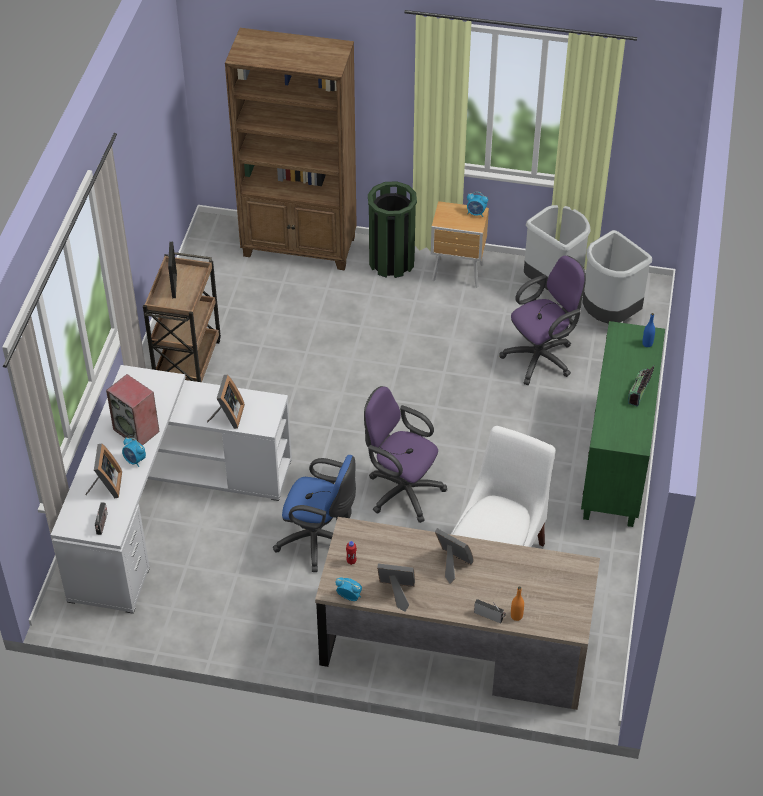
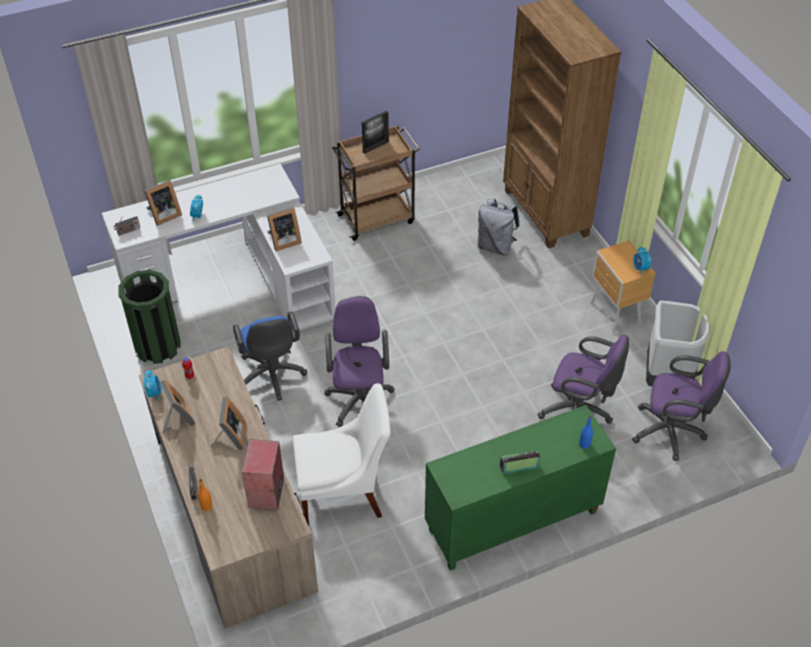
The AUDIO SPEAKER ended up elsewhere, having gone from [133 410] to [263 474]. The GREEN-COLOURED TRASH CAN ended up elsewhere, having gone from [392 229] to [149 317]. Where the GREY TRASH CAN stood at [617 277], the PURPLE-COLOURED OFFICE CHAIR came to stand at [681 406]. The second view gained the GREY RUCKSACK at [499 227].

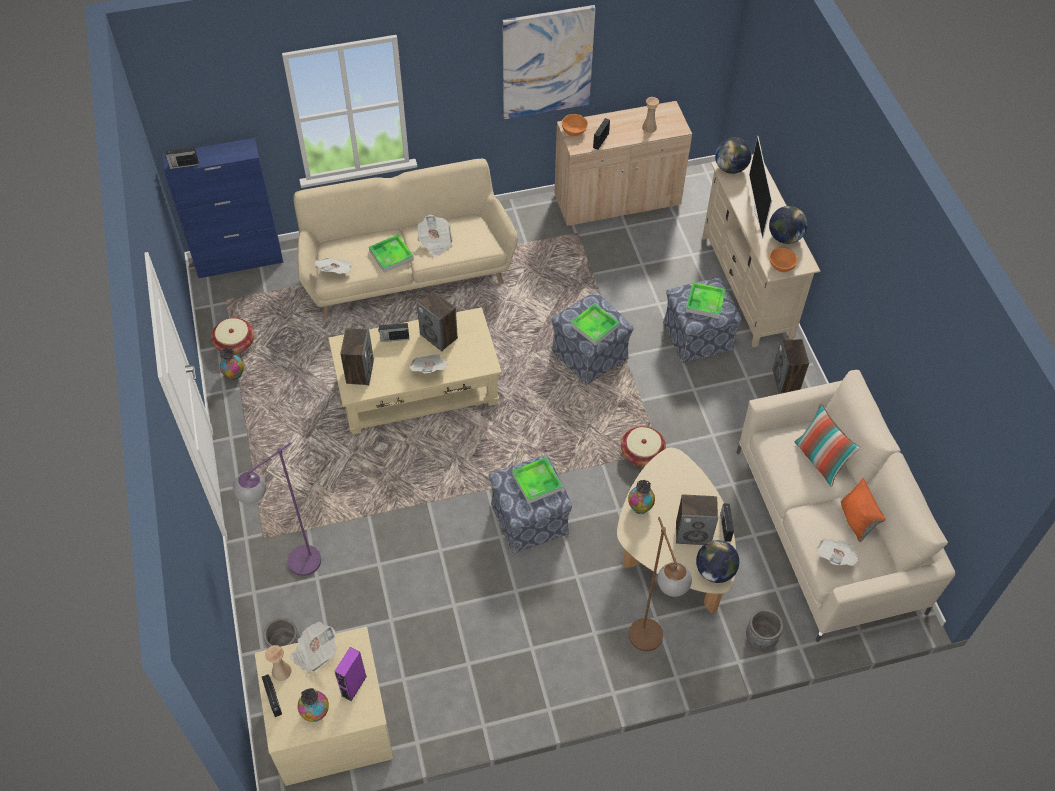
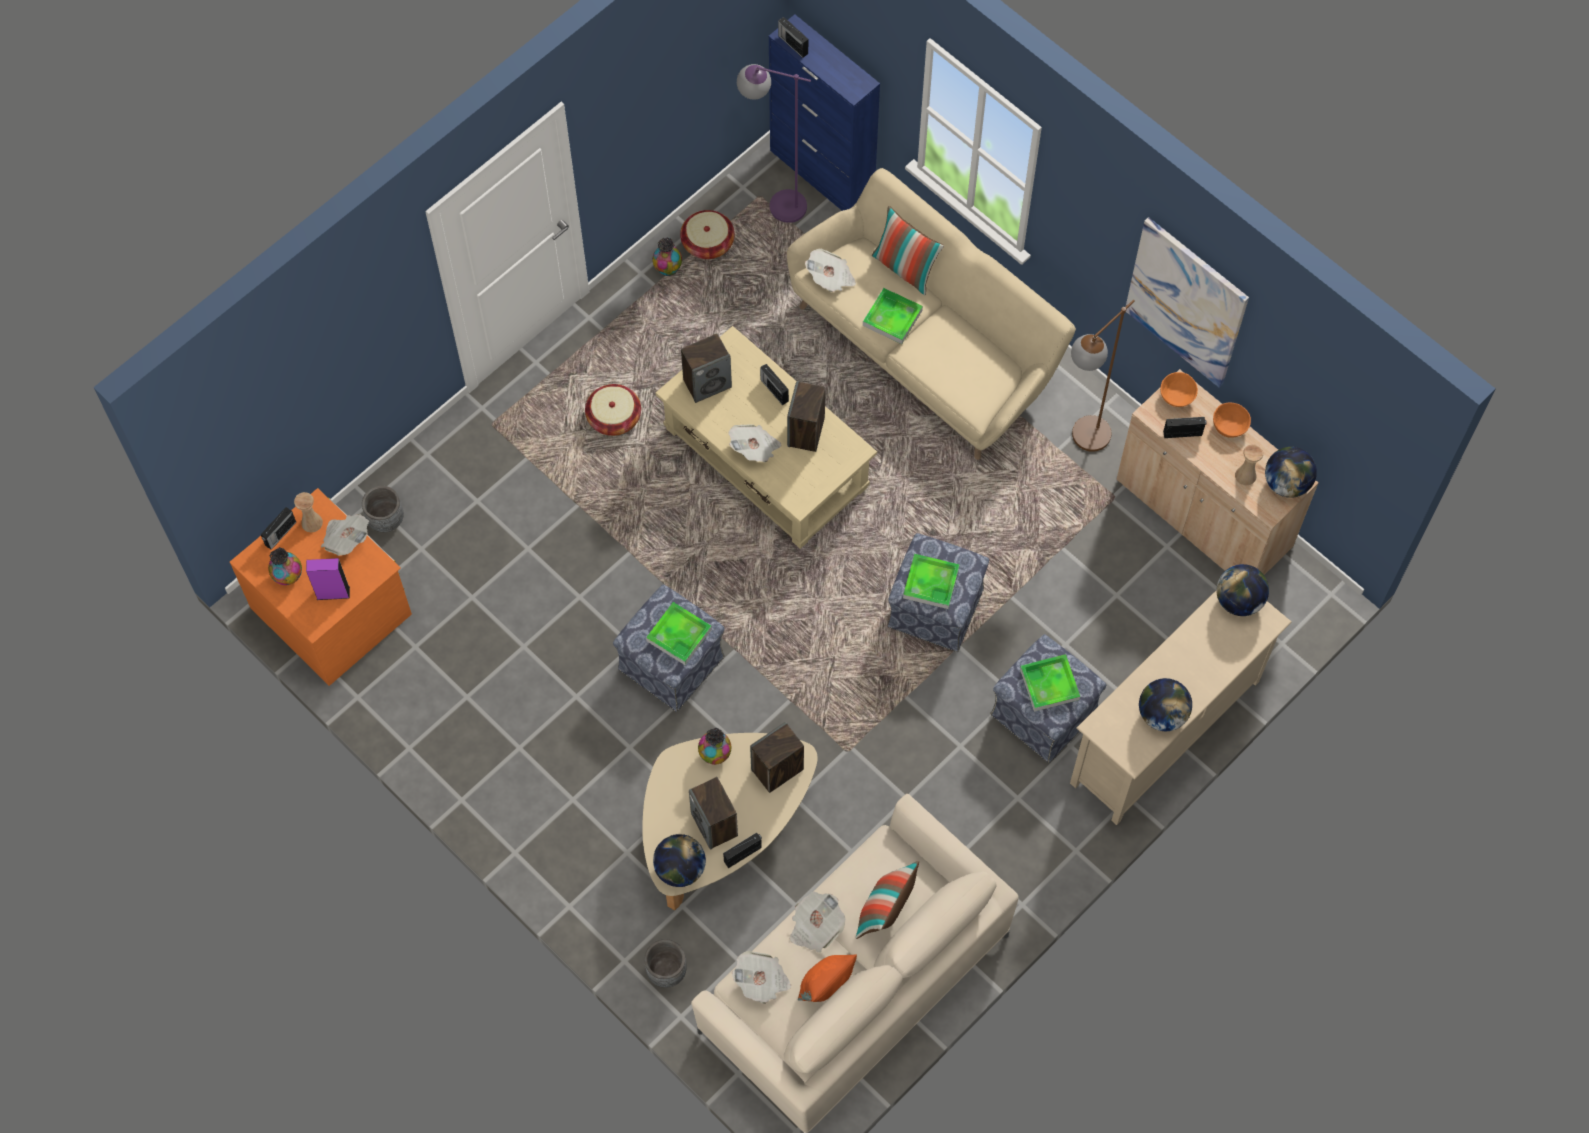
The PURPLE-COLOURED FLOOR LAMP ended up elsewhere, having gone from [277 509] to [774 143]. What was the SAND-COLOURED DRAWER CHEST at [324 706] turned into the ORANGE DRAWER CHEST at [321 587]. The NEWSPAPER ended up elsewhere, having gone from [435 236] to [817 922]. The HOUSEHOLD BASKET ended up elsewhere, having gone from [643 446] to [613 410]. The BROWN FLOOR LAMP ended up elsewhere, having gone from [660 584] to [1103 376]. The second view lost the TV at [760 187]. The ORANGE SERVING BOWL ended up elsewhere, having gone from [783 260] to [1232 420]. The AUDIO SPEAKER ended up elsewhere, having gone from [791 366] to [777 757]. The second view gained the CUSHION at [908 250]. The second view gained the WORLD GLOBE at [1291 472].

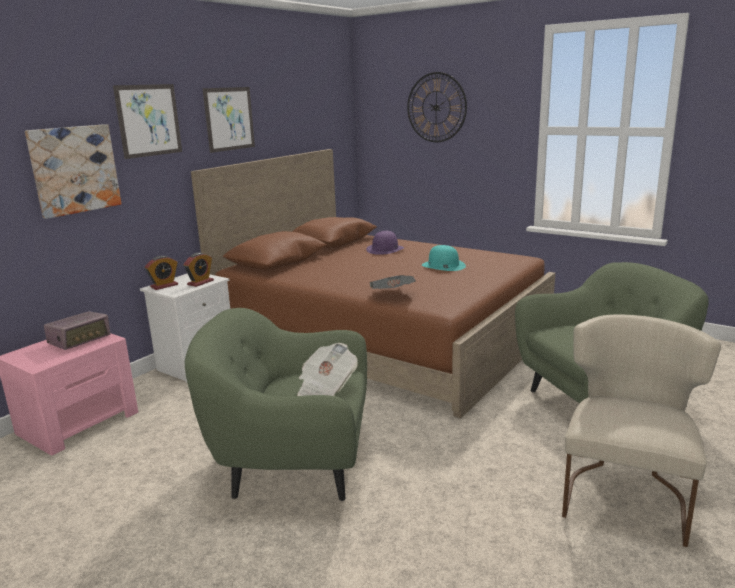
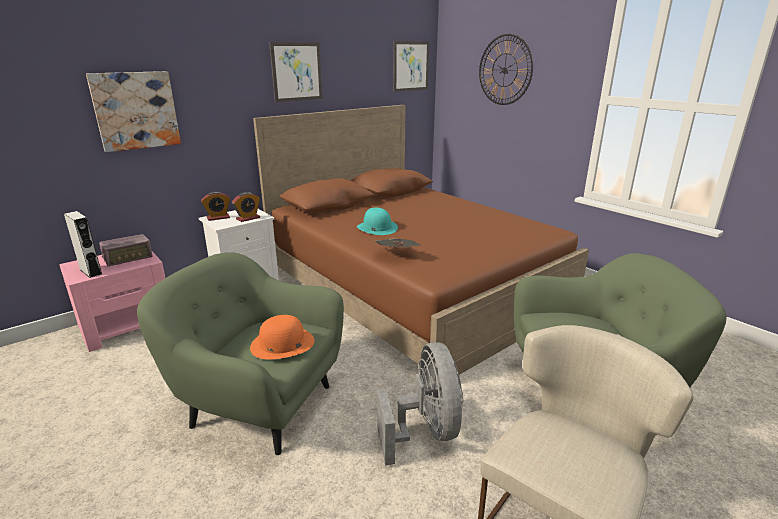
The WALL ART ended up elsewhere, having gone from [147 121] to [411 66]. Where the NEWSPAPER stood at [327 369], the ORANGE WEARABLE HAT came to stand at [282 337]. The second view lost the PURPLE-COLOURED WEARABLE HAT at [385 243]. The BLUE-GREEN WEARABLE HAT ended up elsewhere, having gone from [444 258] to [377 221]. The second view gained the GREY AUDIO SPEAKER at [83 244]. The second view gained the GREY ELECTRIC FAN at [420 404].

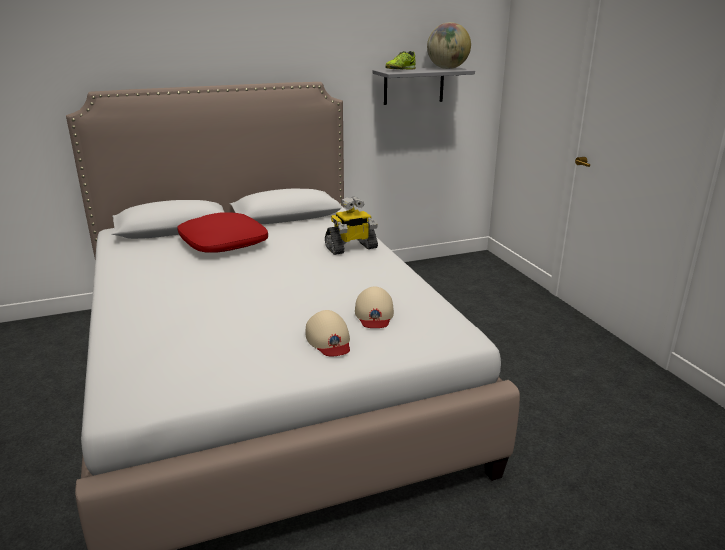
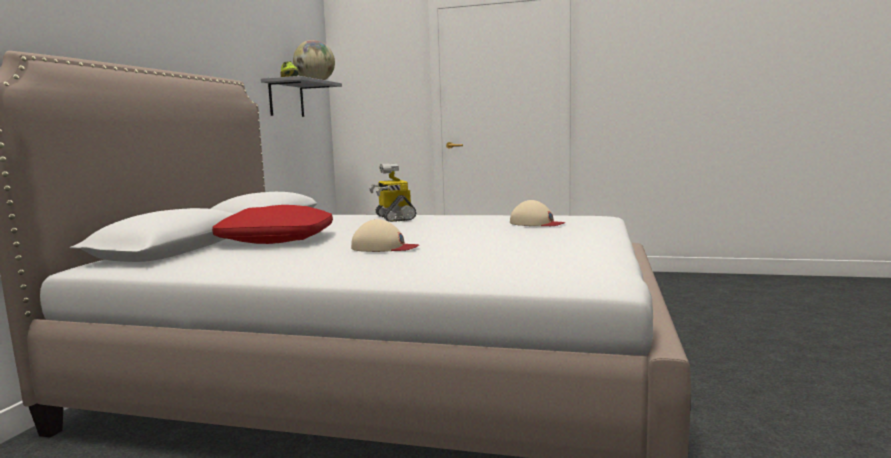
The SAND-COLOURED PEAKED CAP ended up elsewhere, having gone from [328 333] to [385 235]. The MODEL ROBOT at [351 225] ended up facing another way, 150 degrees clockwise from before.

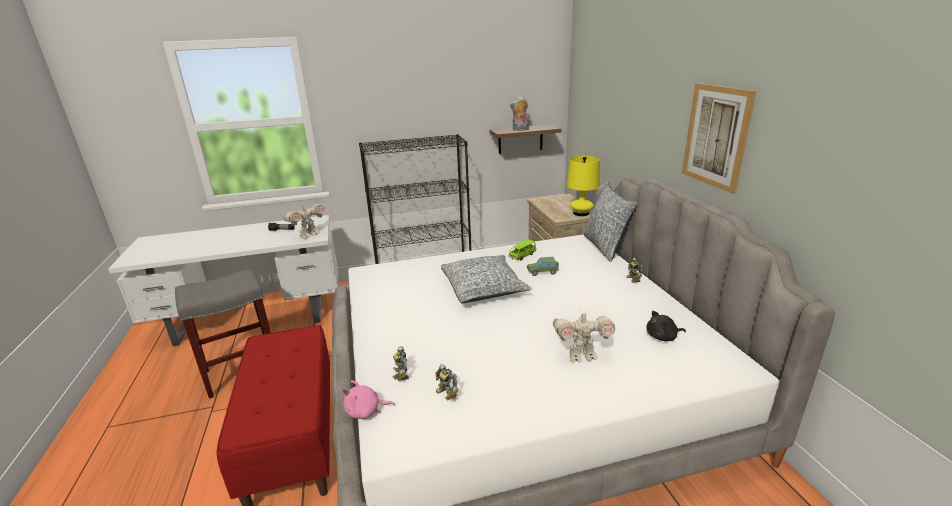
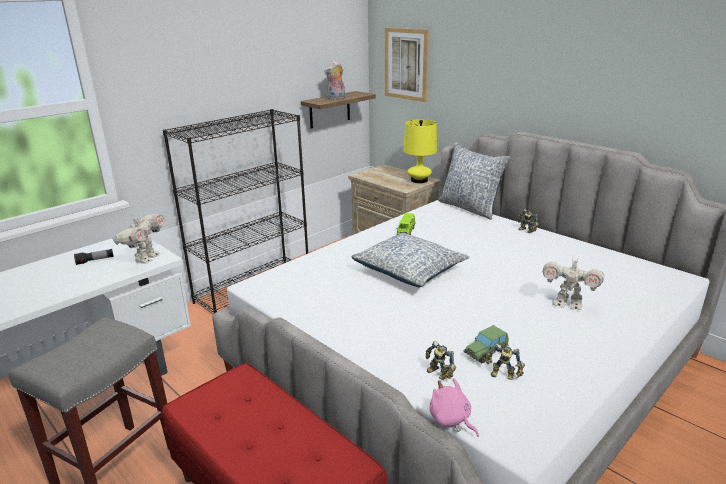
The PINKISH PLUSH TOY at [368 399] ended up facing another way, 90 degrees clockwise from before. The MINIATURE CAR ended up elsewhere, having gone from [543 266] to [486 344]. The MODEL ROBOT at [584 337] ended up facing another way, 60 degrees clockwise from before. The second view lost the BLACKISH PLUSH TOY at [666 326]. The WALL ART ended up elsewhere, having gone from [719 138] to [407 65].

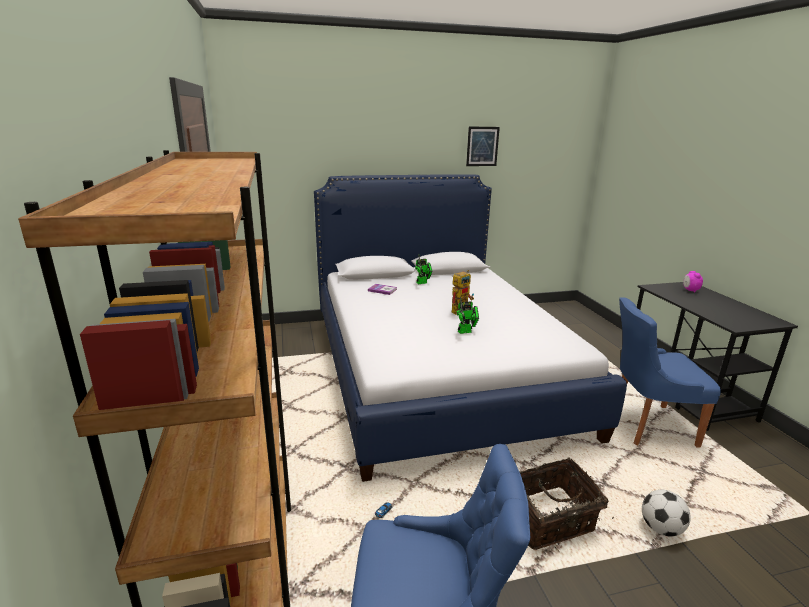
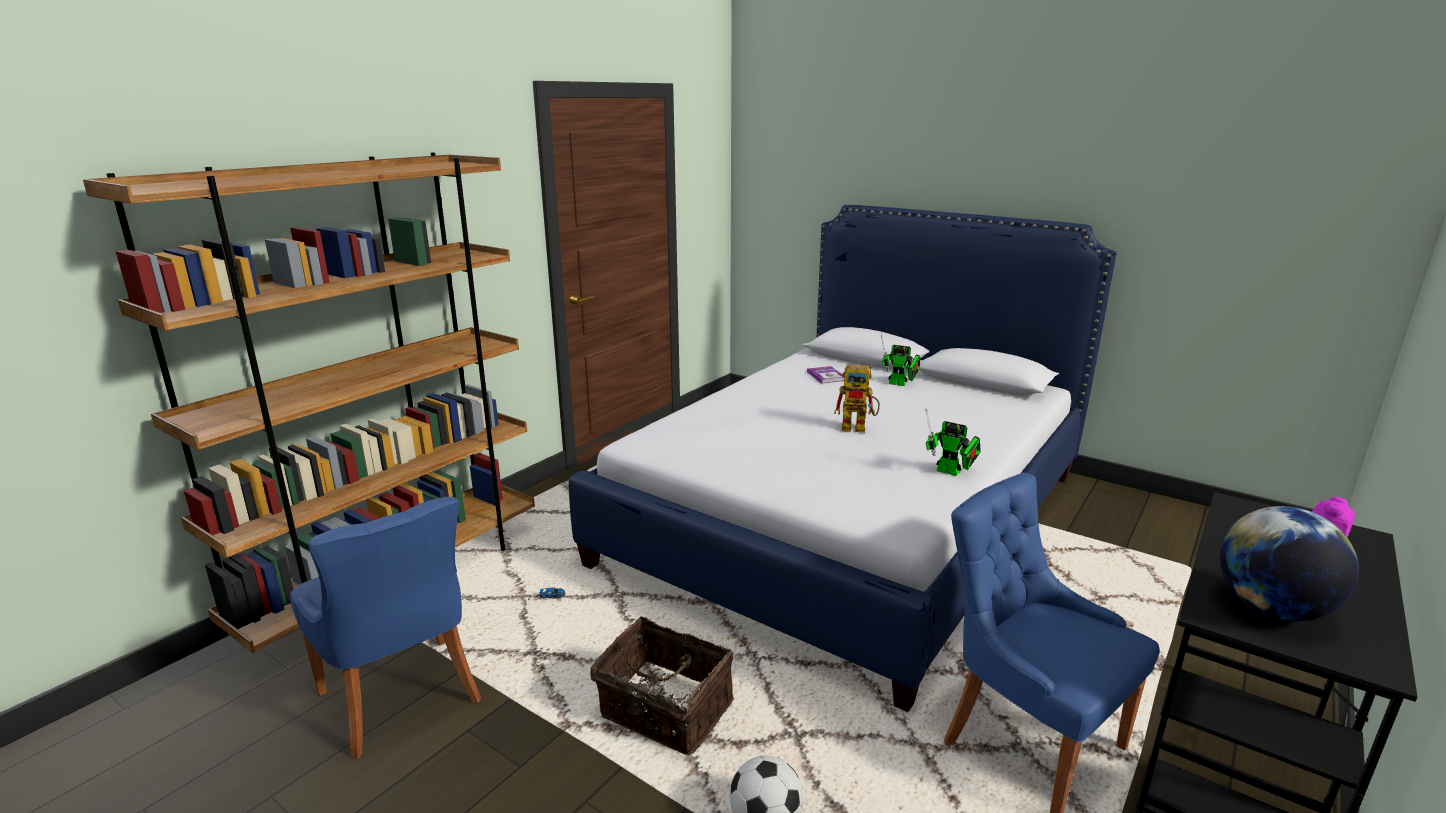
The MODEL ROBOT ended up elsewhere, having gone from [467 315] to [953 442]. The second view lost the WALL ART at [483 146]. The second view gained the WORLD GLOBE at [1289 563].

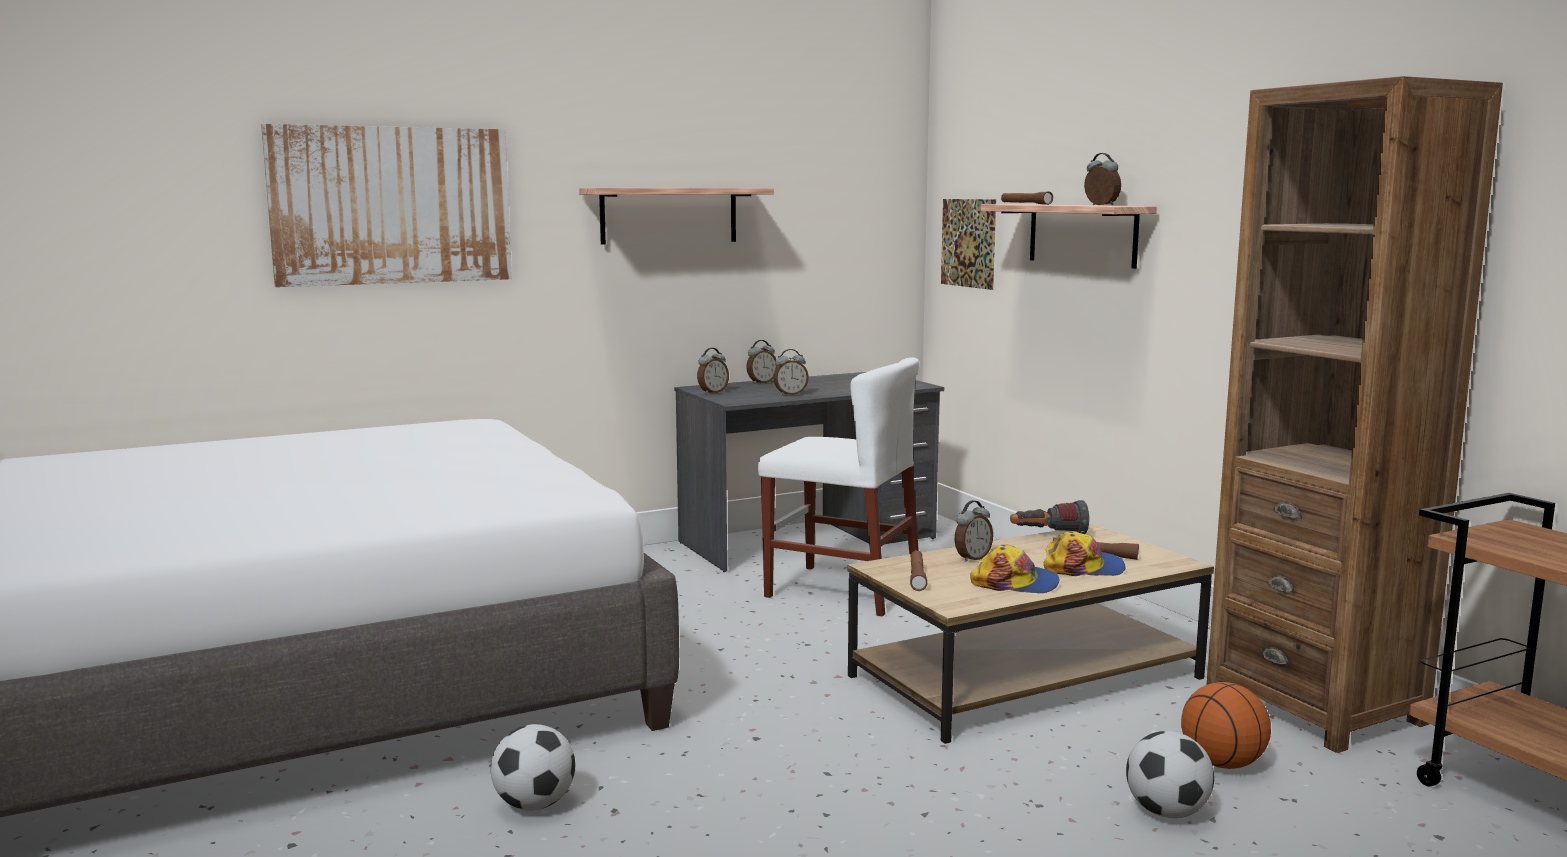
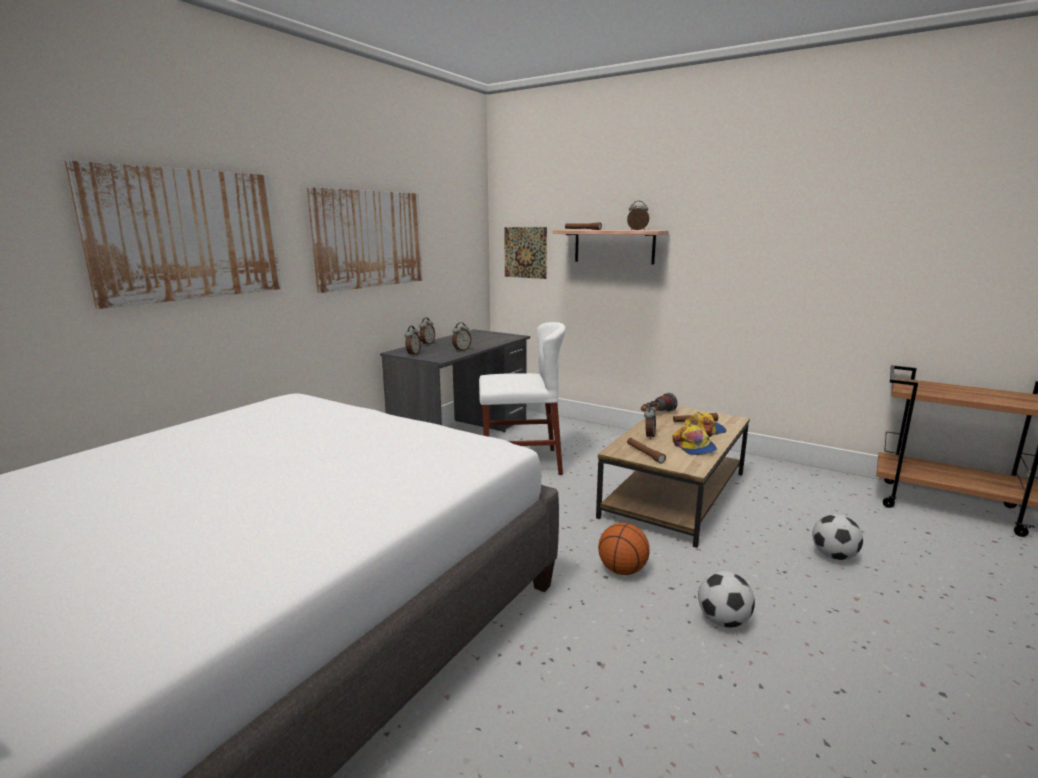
The FOOTBALL ended up elsewhere, having gone from [533 767] to [726 599]. Where the WALL SHELF hung at [676 216], the WALL ART came to hang at [365 240]. The PEAKED CAP at [1014 568] ended up facing another way, 90 degrees clockwise from before. The BASKETBALL BALL ended up elsewhere, having gone from [1226 725] to [624 549]. The second view lost the BROWN SHELVING UNIT at [1355 414].

